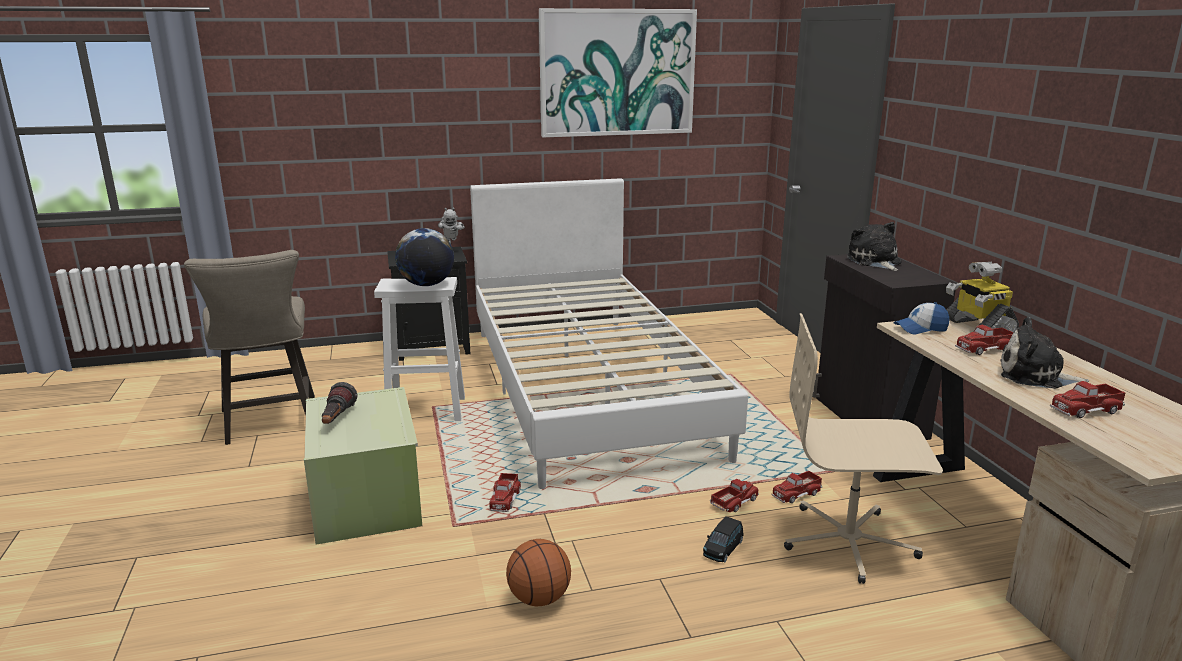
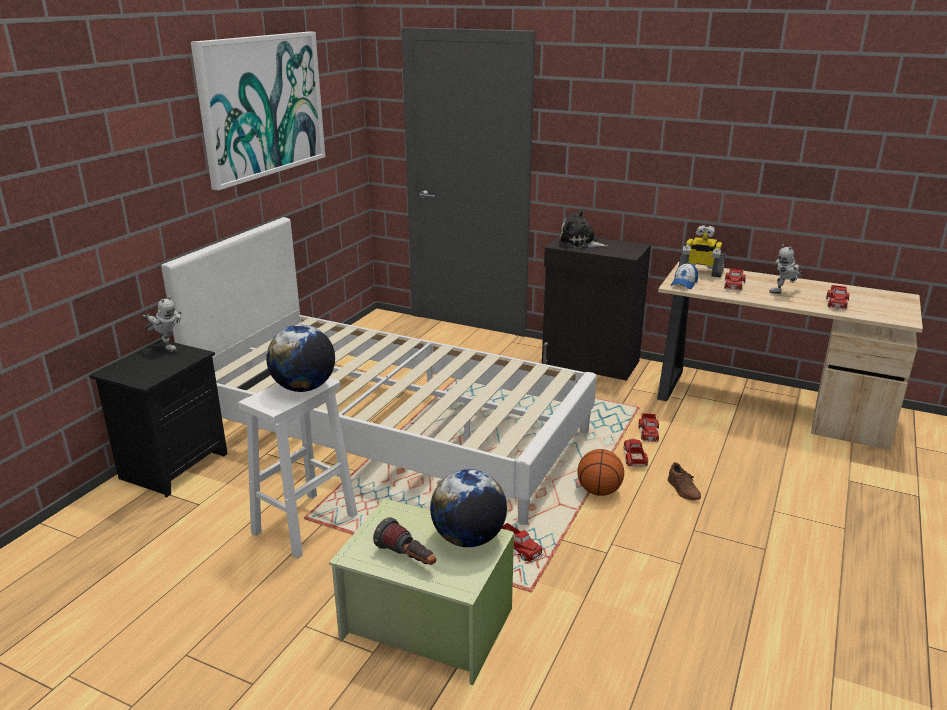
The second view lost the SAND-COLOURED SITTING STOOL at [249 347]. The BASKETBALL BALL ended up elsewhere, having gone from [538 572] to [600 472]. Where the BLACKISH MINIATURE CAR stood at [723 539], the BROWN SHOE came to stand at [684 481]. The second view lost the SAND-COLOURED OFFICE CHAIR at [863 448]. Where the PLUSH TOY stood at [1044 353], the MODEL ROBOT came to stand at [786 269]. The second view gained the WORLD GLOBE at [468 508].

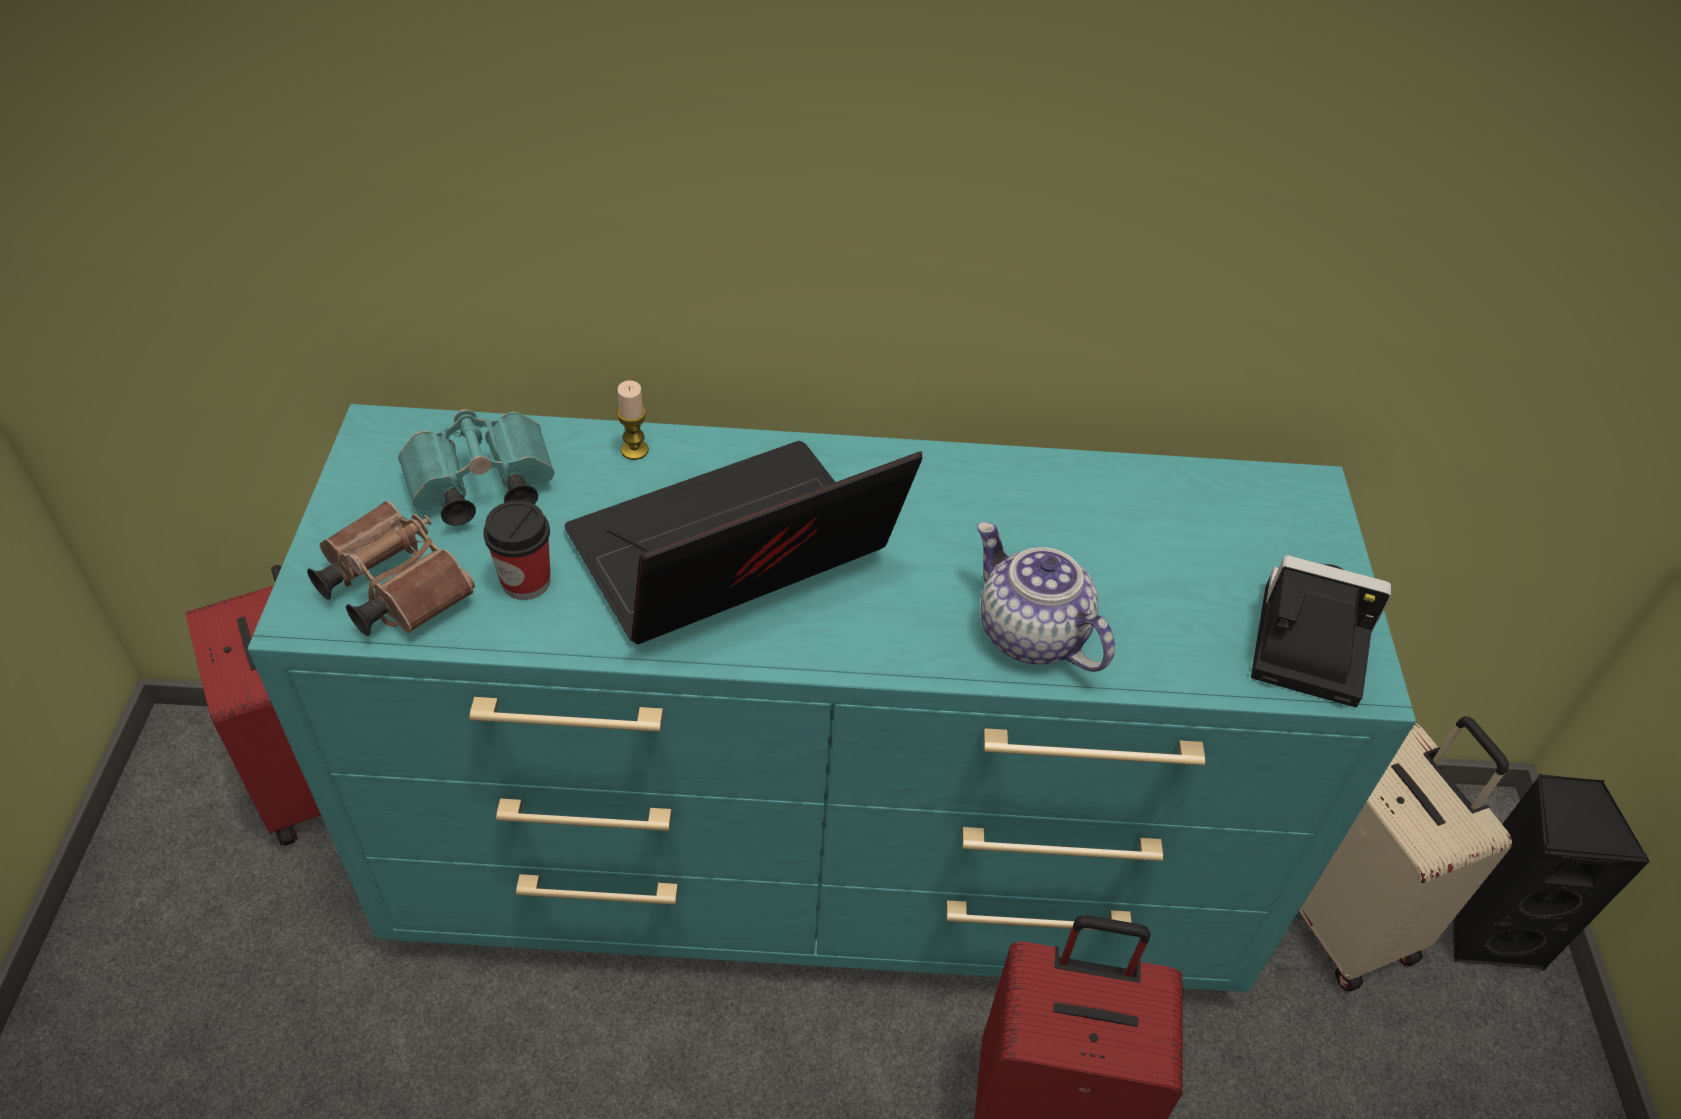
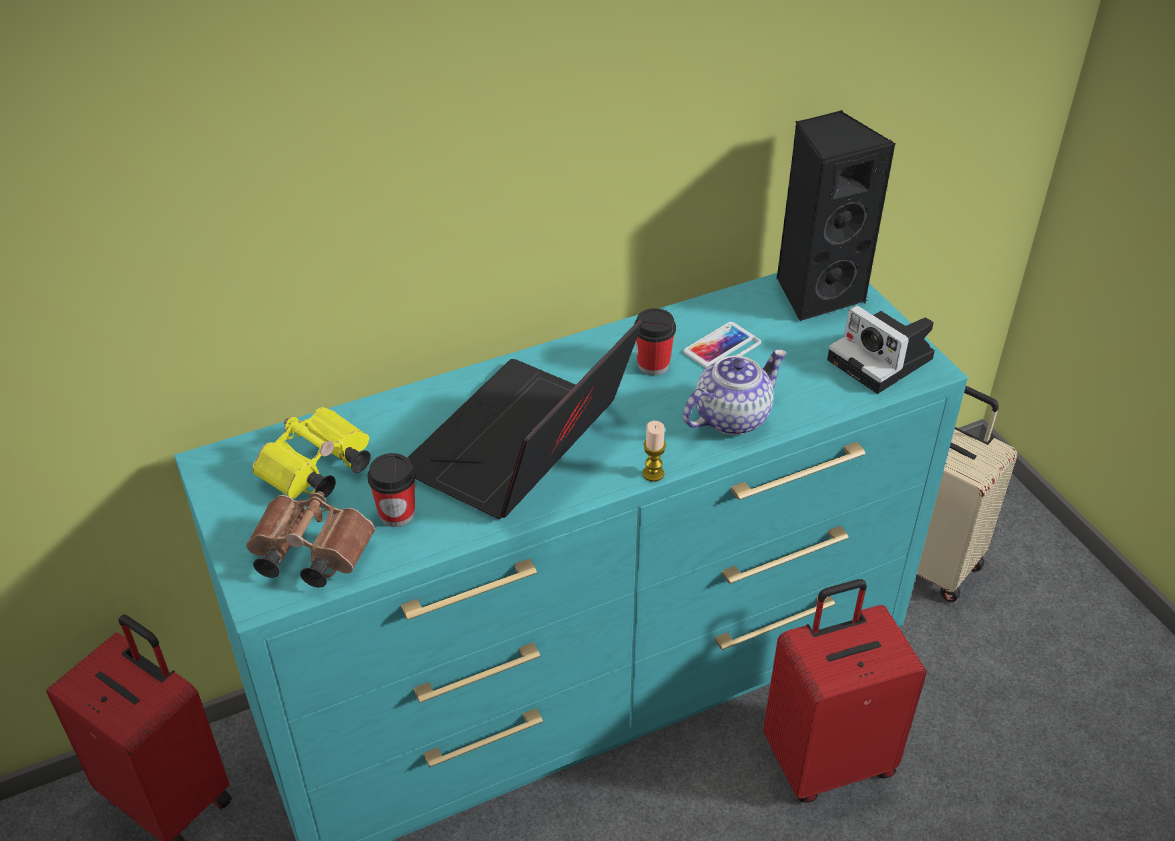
What was the BLUE-GREEN FIELD GLASSES at [476 467] turned into the YELLOW FIELD GLASSES at [312 452]. The WAX CANDLE ended up elsewhere, having gone from [633 420] to [654 451]. The POT FOR TEA at [1046 597] ended up facing another way, 120 degrees clockwise from before. The PHOTO CAMERA at [1321 631] ended up facing another way, 120 degrees counterclockwise from before. The BLACKISH AUDIO SPEAKER ended up elsewhere, having gone from [1551 872] to [835 215]. The second view gained the SMALL CUP at [655 341]. The second view gained the PHONE at [722 345].

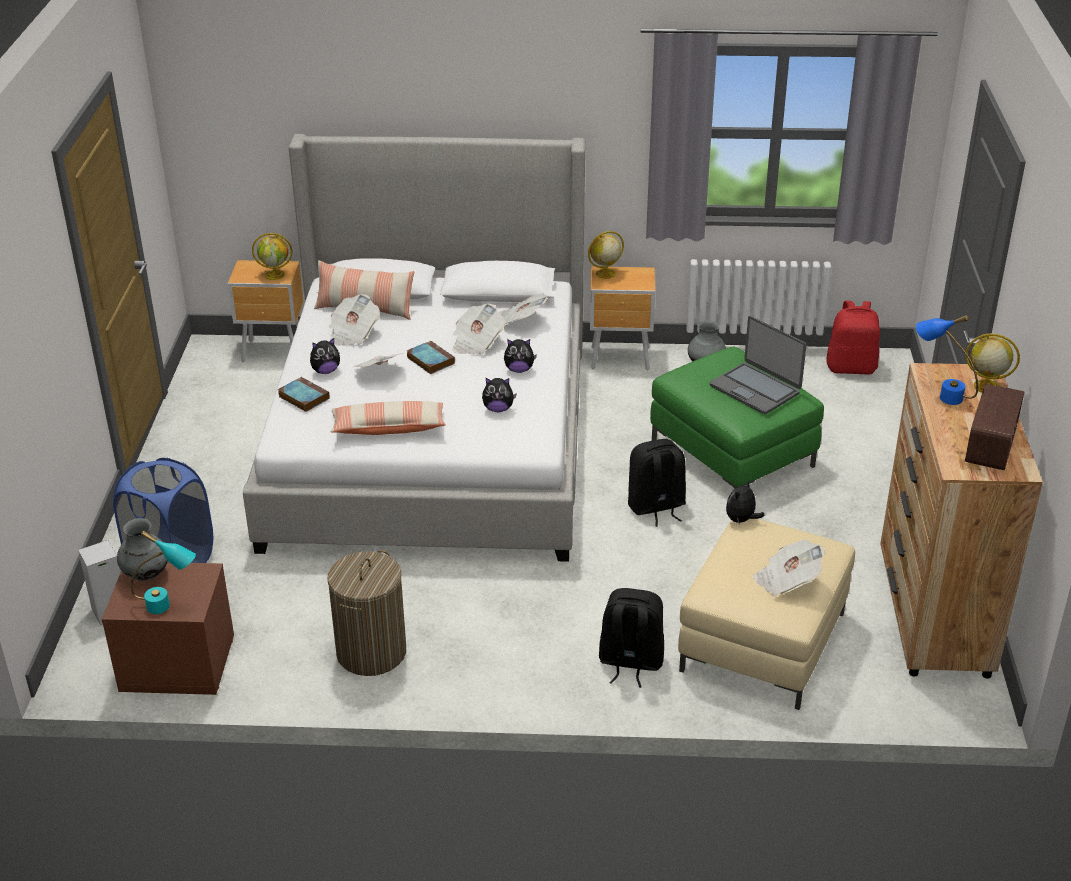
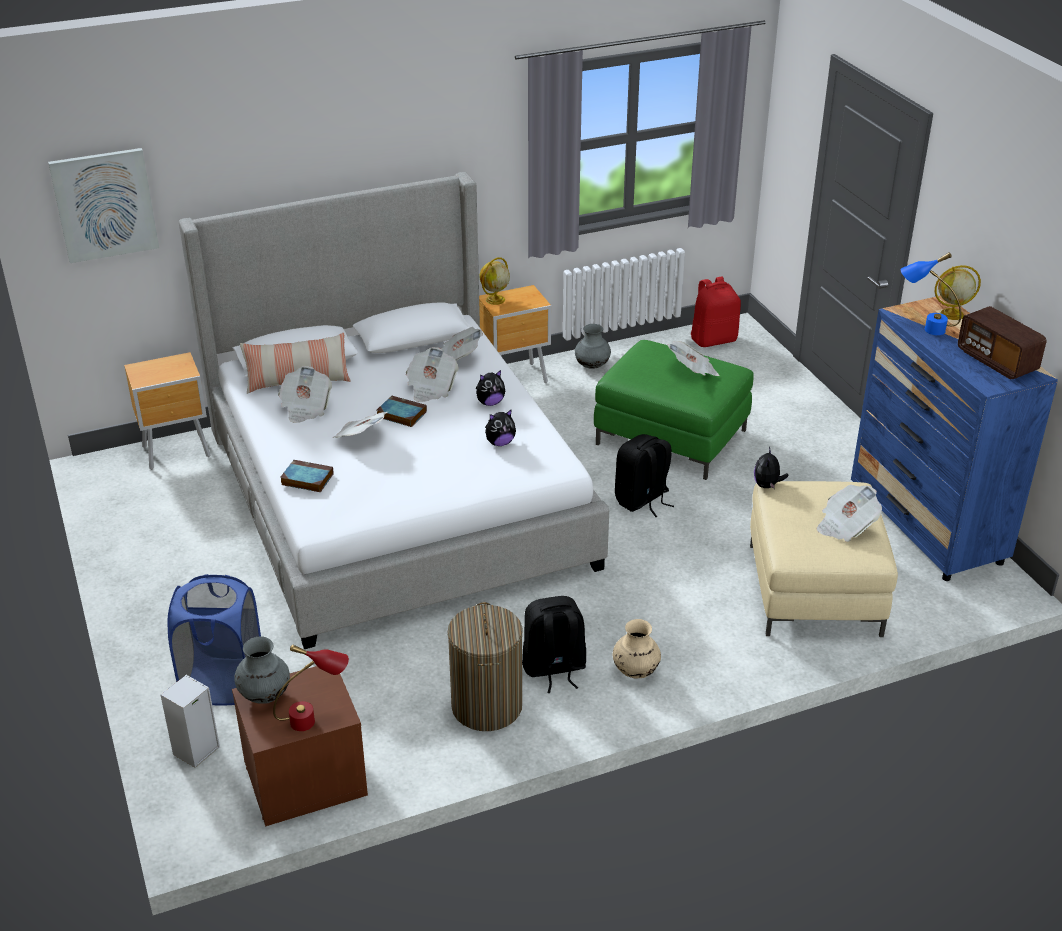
What was the BLUE-GREEN TABLE LAMP at [163 572] turned into the RED TABLE LAMP at [311 688]. The second view lost the WORLD GLOBE at [272 256]. The second view lost the PLUSH TOY at [325 356]. The second view lost the CUSHION at [388 418]. The BLACKISH RUCKSACK ended up elsewhere, having gone from [631 638] to [554 644]. Where the PORTABLE COMPUTER stood at [758 365], the NEWSPAPER came to stand at [693 358]. What was the BROWN DRAWER CHEST at [961 521] turned into the BLUISH DRAWER CHEST at [954 438]. The RADIO SET at [995 426] ended up facing another way, 150 degrees clockwise from before. The second view gained the WALL ART at [103 205]. The second view gained the SAND-COLOURED FLOWER VASE at [637 648].

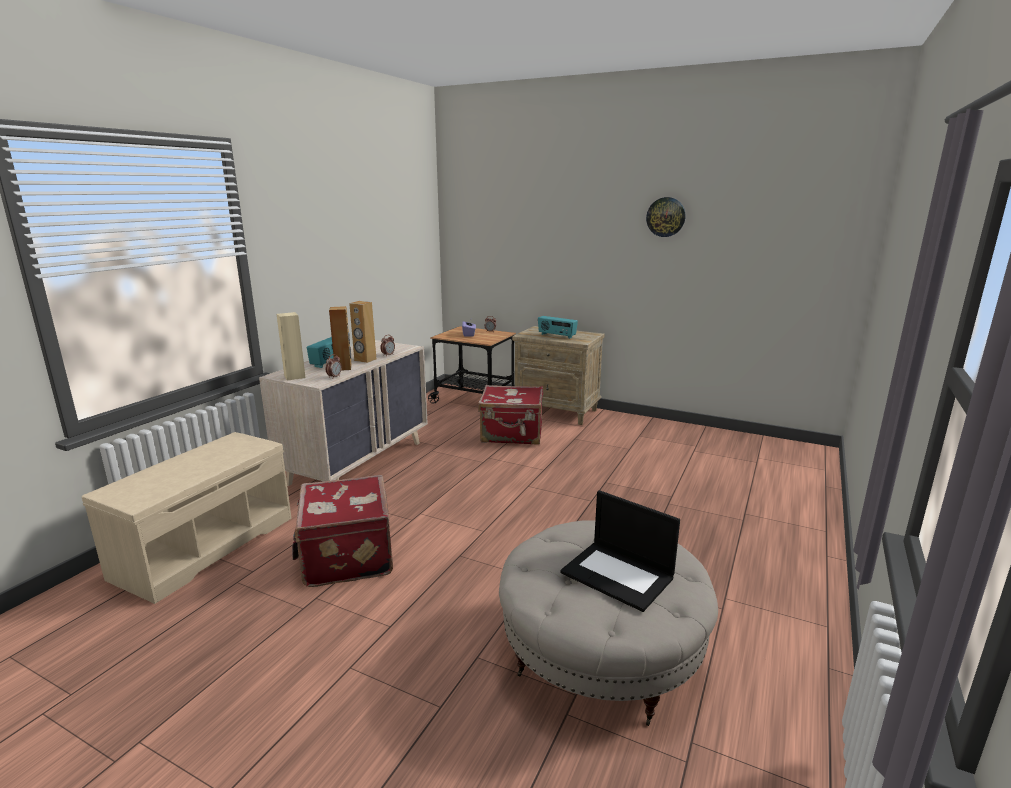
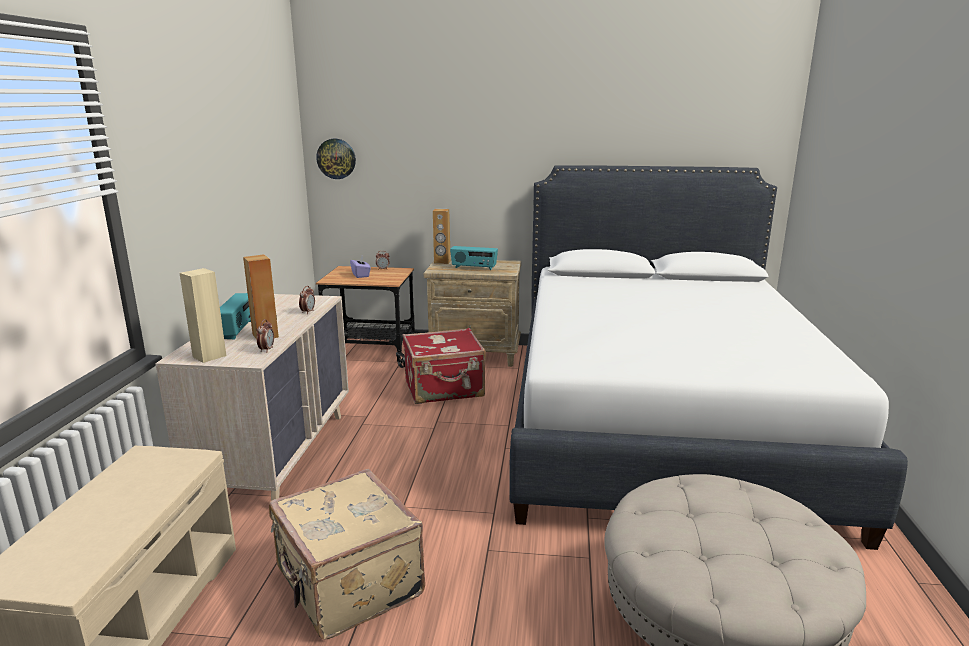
What was the RED SUITCASE at [342 531] turned into the SAND-COLOURED SUITCASE at [347 554]. The BROWN AUDIO SPEAKER ended up elsewhere, having gone from [362 332] to [442 236]. The second view lost the PORTABLE COMPUTER at [620 551]. The WALL CLOCK ended up elsewhere, having gone from [665 217] to [336 159]. The second view gained the WHITISH BED at [708 357].

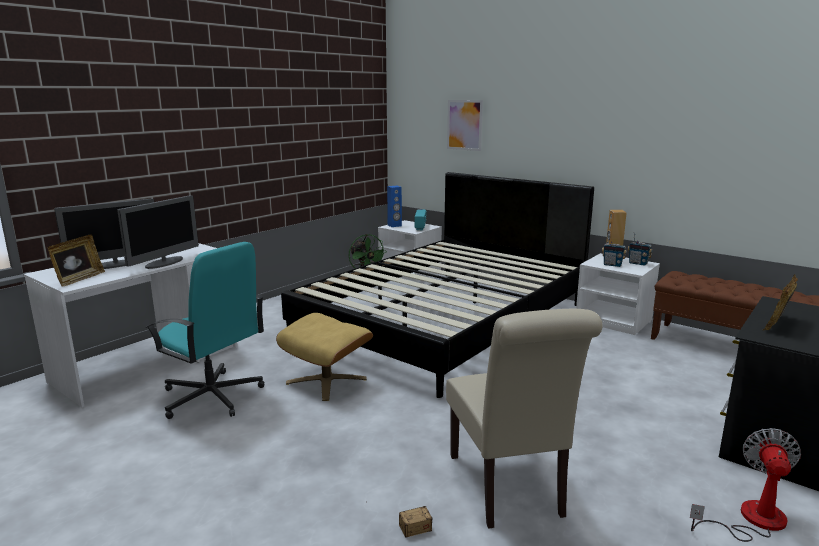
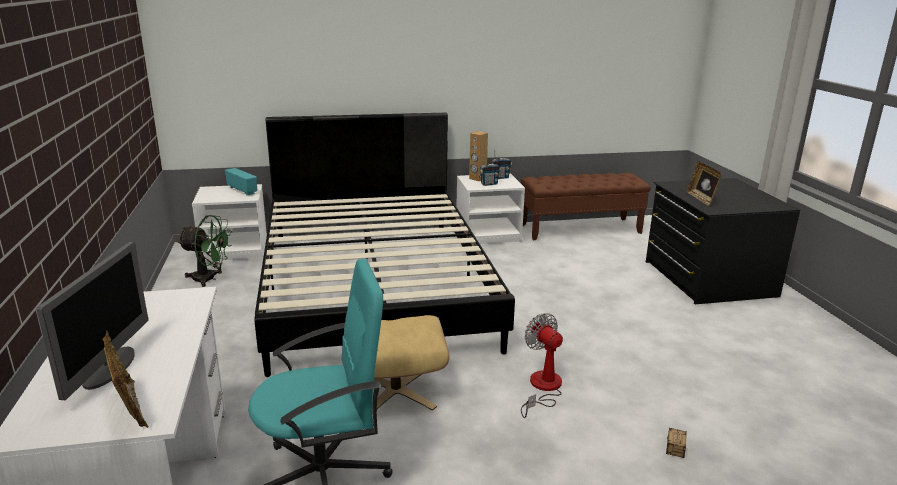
The second view lost the MONITOR at [158 232]. The second view lost the BLUISH AUDIO SPEAKER at [394 206]. The second view lost the SAND-COLOURED PLAIN CHAIR at [524 419]. The second view lost the WALL ART at [465 125]. The ELECTRIC FAN ended up elsewhere, having gone from [745 485] to [542 365].

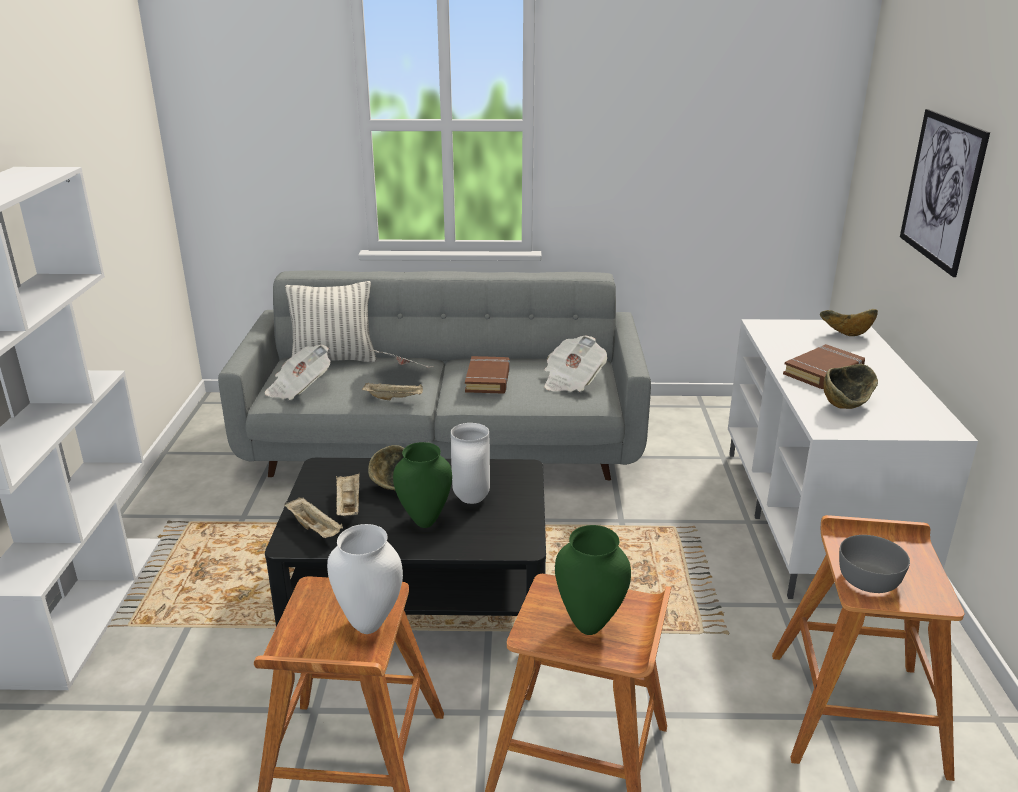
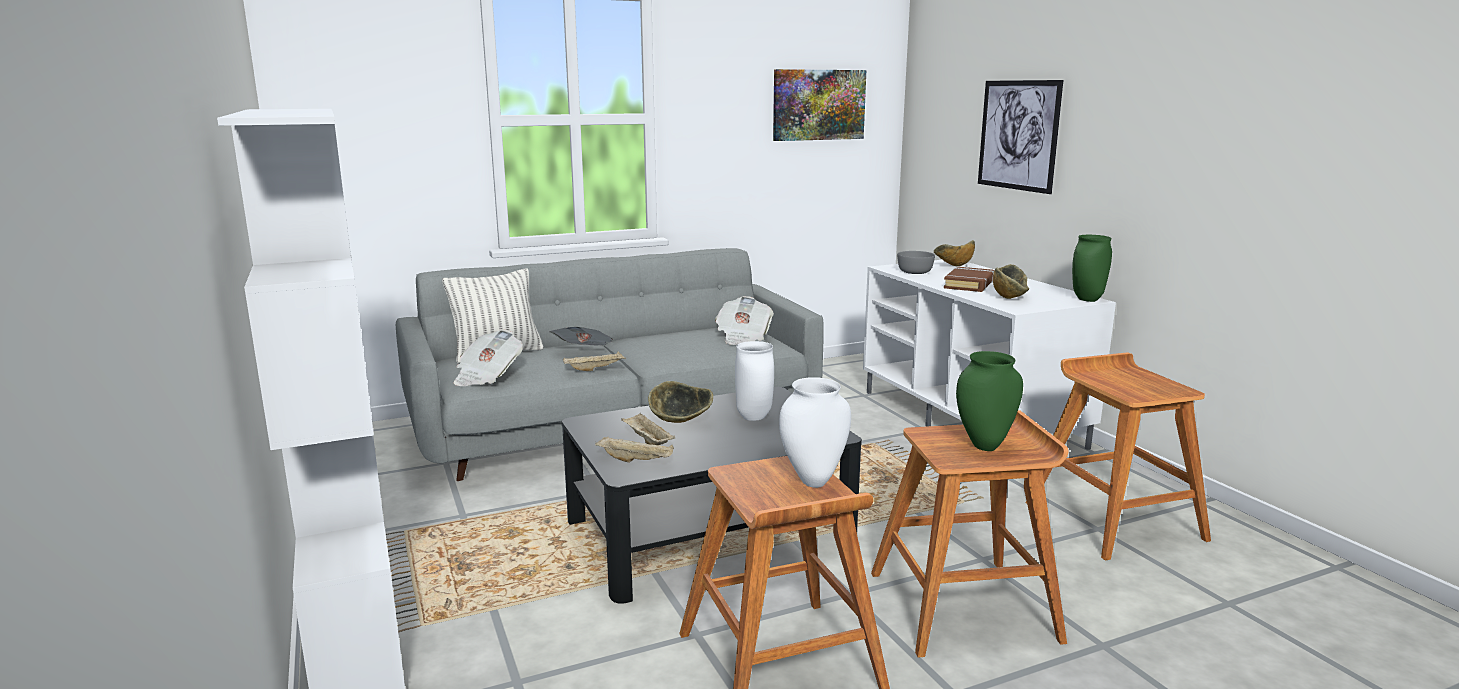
The GREEN-COLOURED FLOWER VASE ended up elsewhere, having gone from [422 485] to [1092 268]. The second view lost the BROWN BOOK at [487 375]. The GREY SERVING BOWL ended up elsewhere, having gone from [874 564] to [916 262]. The second view gained the WALL ART at [819 105].

